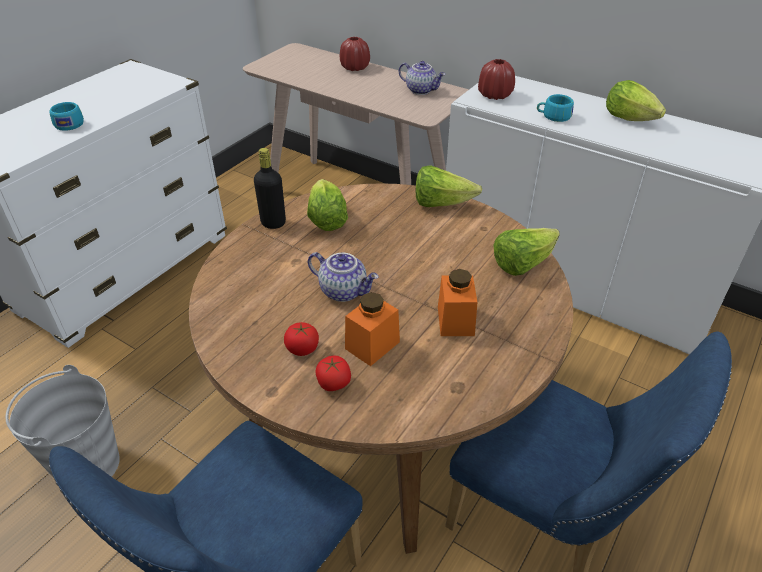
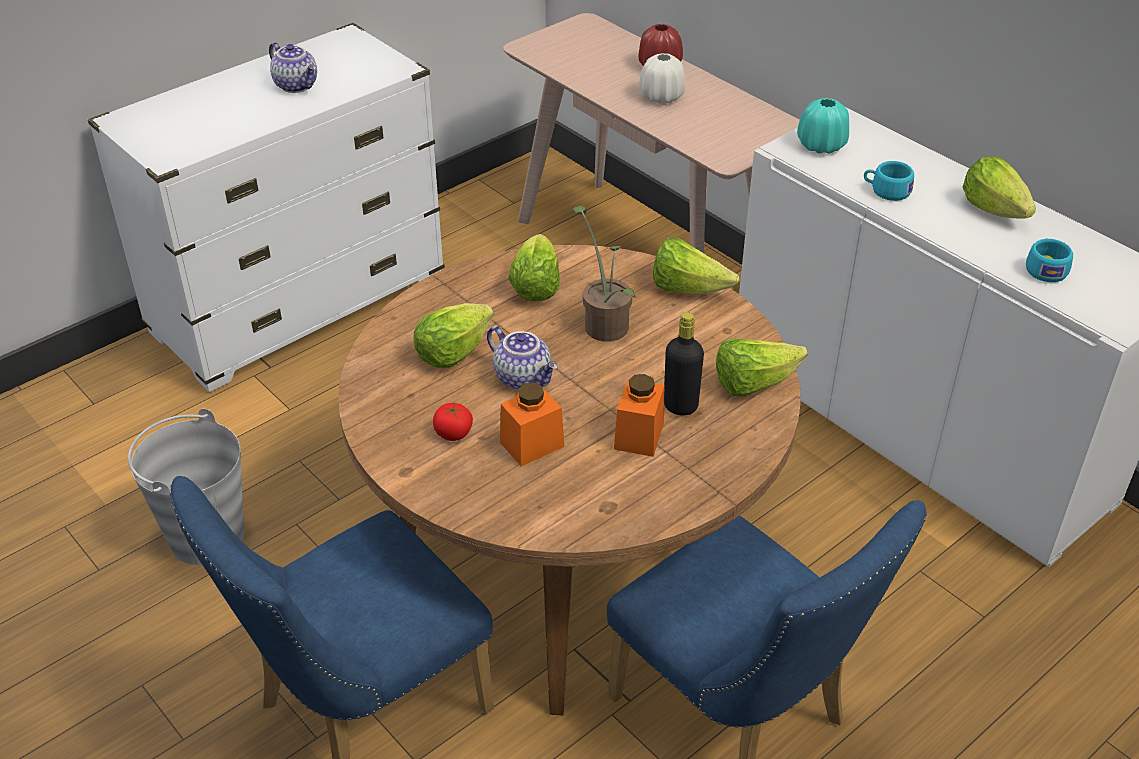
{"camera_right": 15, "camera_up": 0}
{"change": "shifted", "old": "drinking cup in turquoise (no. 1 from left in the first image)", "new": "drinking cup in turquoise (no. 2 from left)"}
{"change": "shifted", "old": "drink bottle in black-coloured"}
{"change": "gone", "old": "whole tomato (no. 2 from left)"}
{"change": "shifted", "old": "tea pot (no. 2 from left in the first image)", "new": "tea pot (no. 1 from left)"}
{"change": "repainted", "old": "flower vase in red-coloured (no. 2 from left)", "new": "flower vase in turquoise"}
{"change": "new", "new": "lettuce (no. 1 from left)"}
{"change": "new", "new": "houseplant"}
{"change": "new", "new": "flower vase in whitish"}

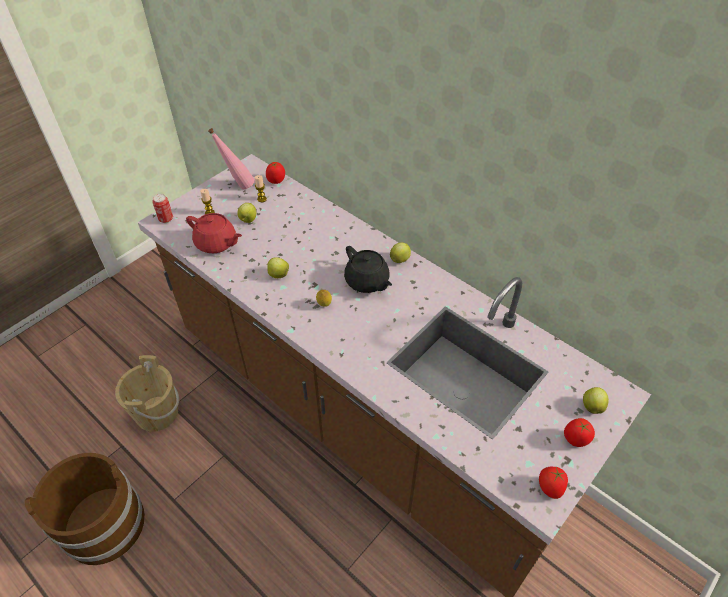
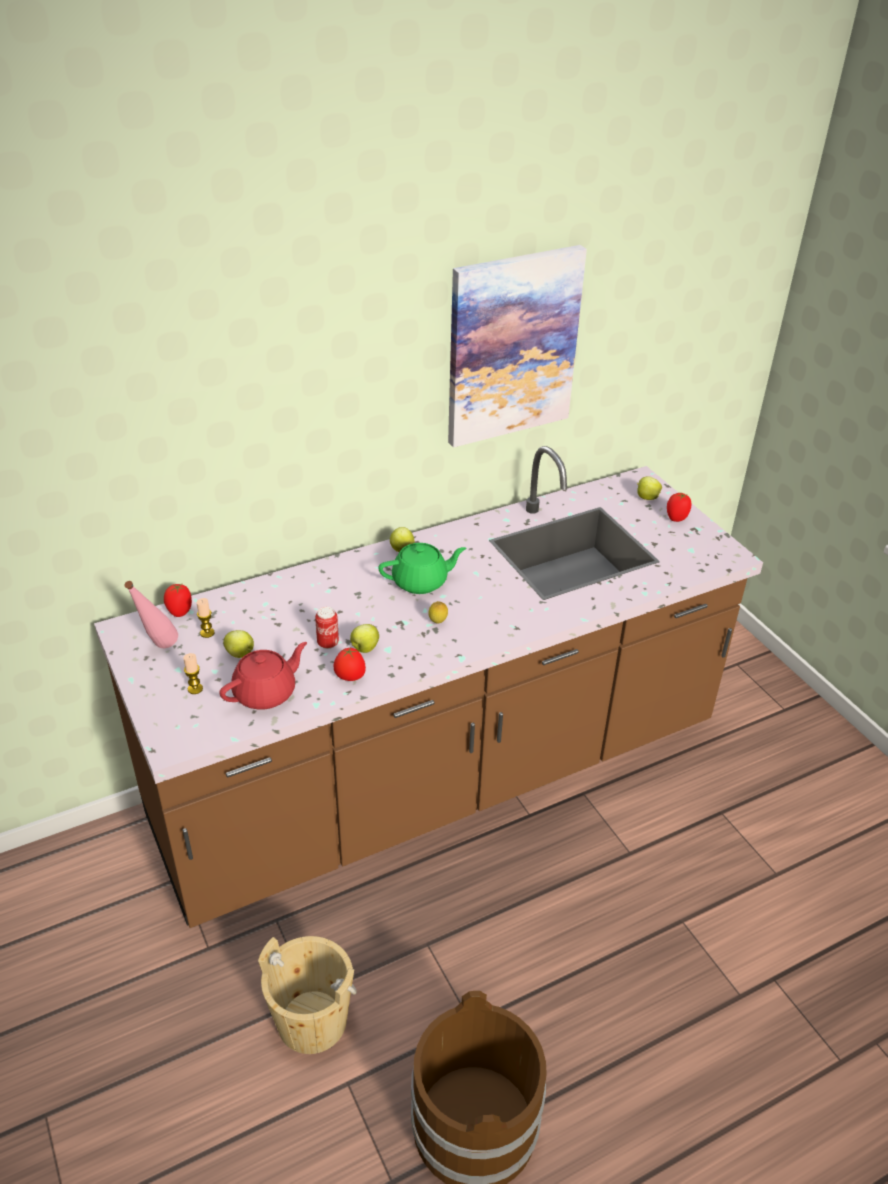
{"camera_right": -70, "camera_up": -10}
{"change": "shifted", "old": "metal can"}
{"change": "repainted", "old": "tea pot in black-coloured", "new": "tea pot in greenish"}
{"change": "shifted", "old": "whole tomato (no. 2 from left)"}
{"change": "new", "new": "wall picture"}

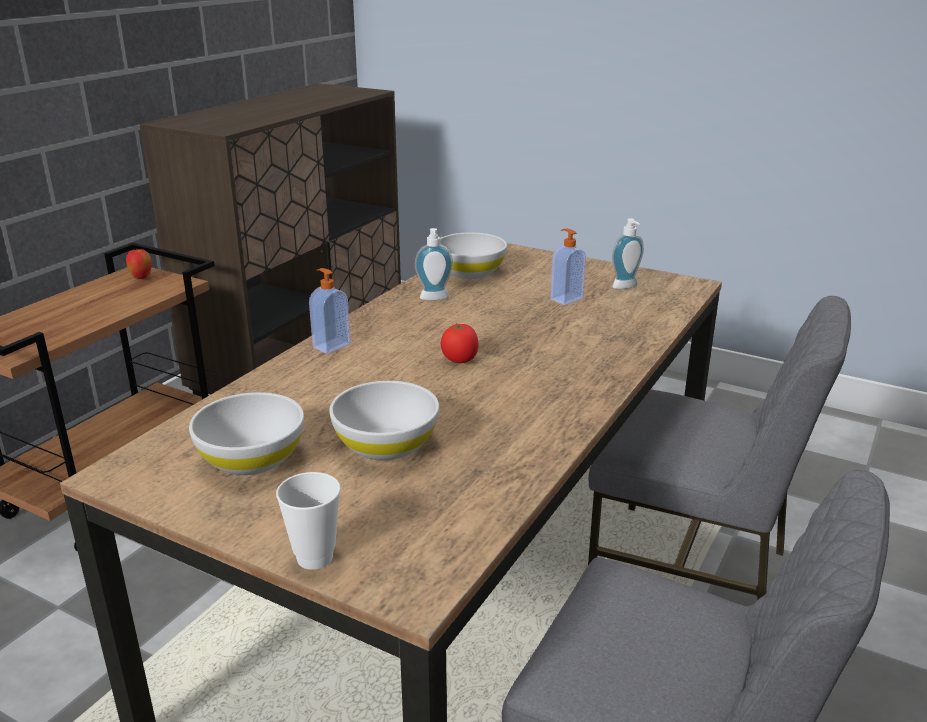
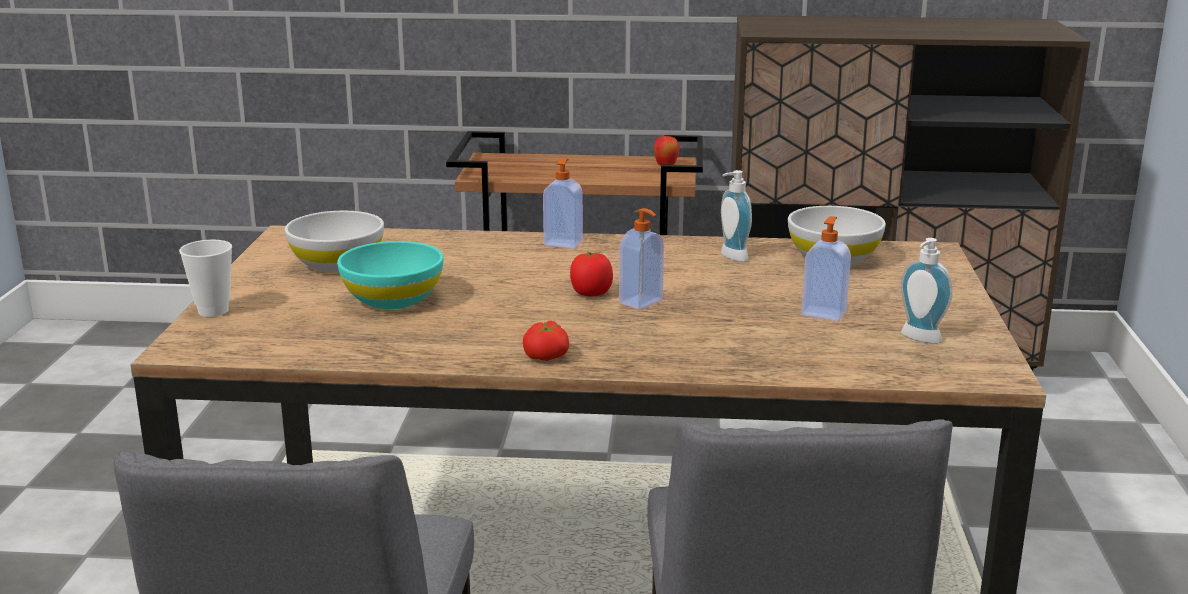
{"camera_right": 65, "camera_up": -5}
{"change": "repainted", "old": "bowl in whitish (no. 2 from left)", "new": "bowl in turquoise"}
{"change": "new", "new": "whole tomato (no. 1 from left)"}
{"change": "new", "new": "soap bottle (no. 2 from left)"}

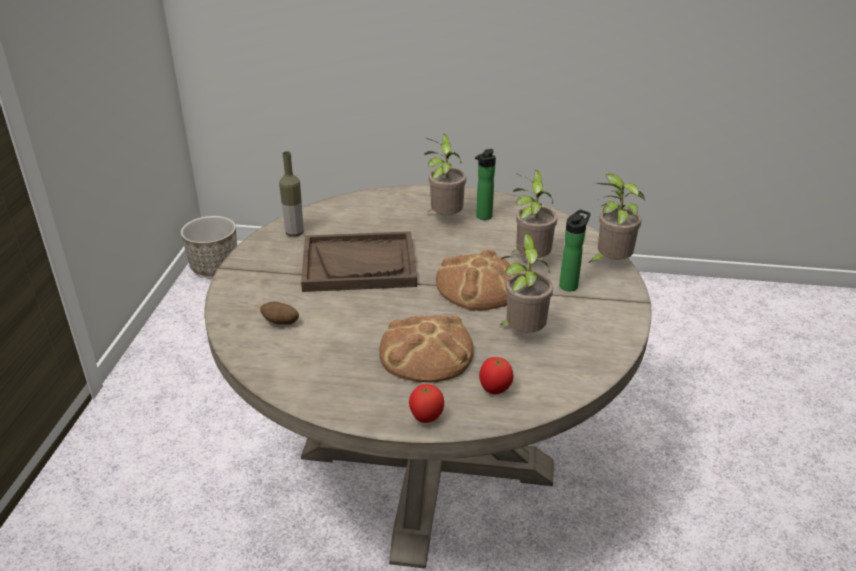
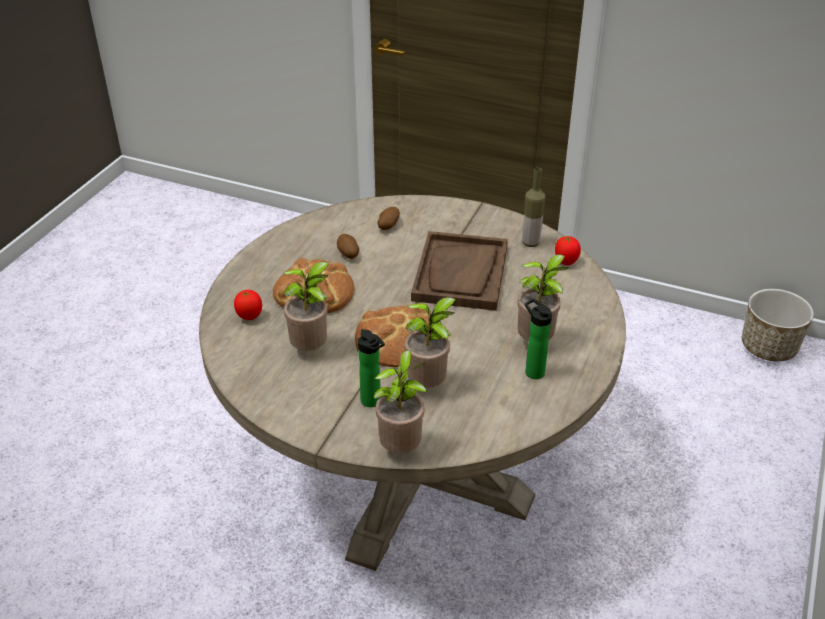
{"camera_right": 105, "camera_up": 5}
{"change": "shifted", "old": "whole tomato (no. 1 from left in the first image)", "new": "whole tomato (no. 2 from left)"}
{"change": "new", "new": "spud (no. 1 from left)"}

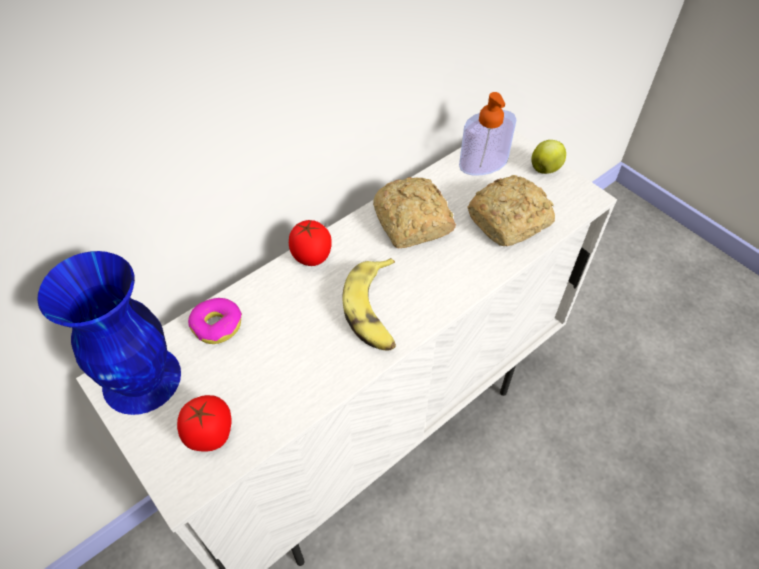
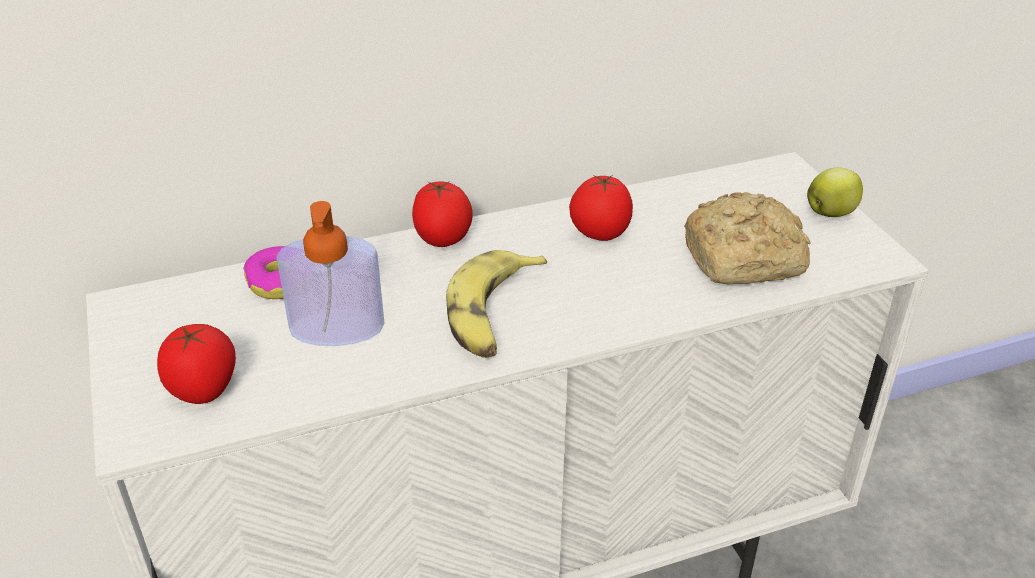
{"camera_right": 20, "camera_up": -15}
{"change": "gone", "old": "flower vase in bluish"}
{"change": "swapped", "old": "baked bread (no. 1 from left)", "new": "whole tomato (no. 3 from left)"}
{"change": "shifted", "old": "soap bottle"}

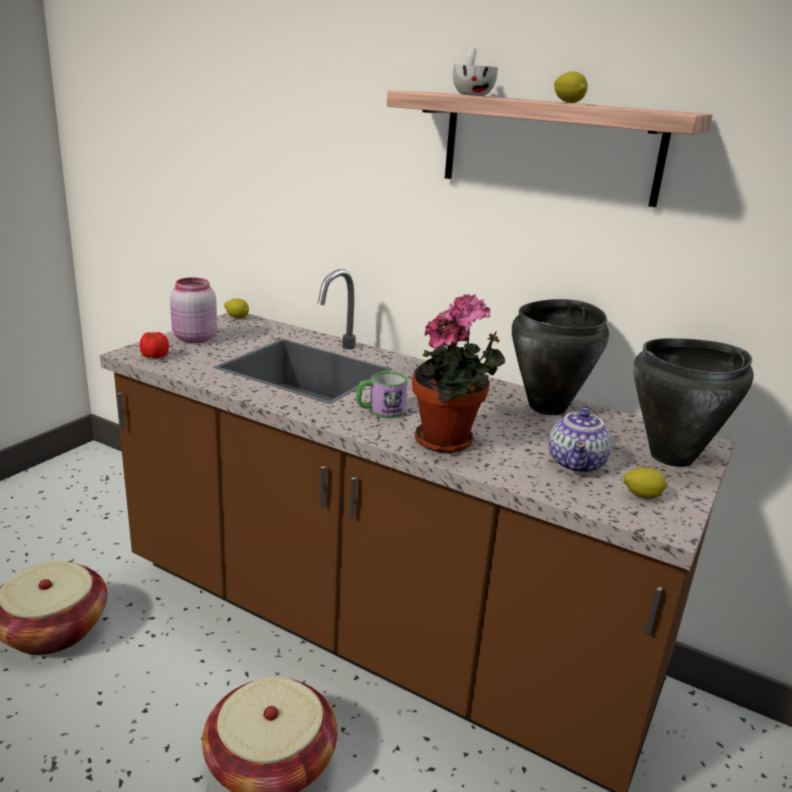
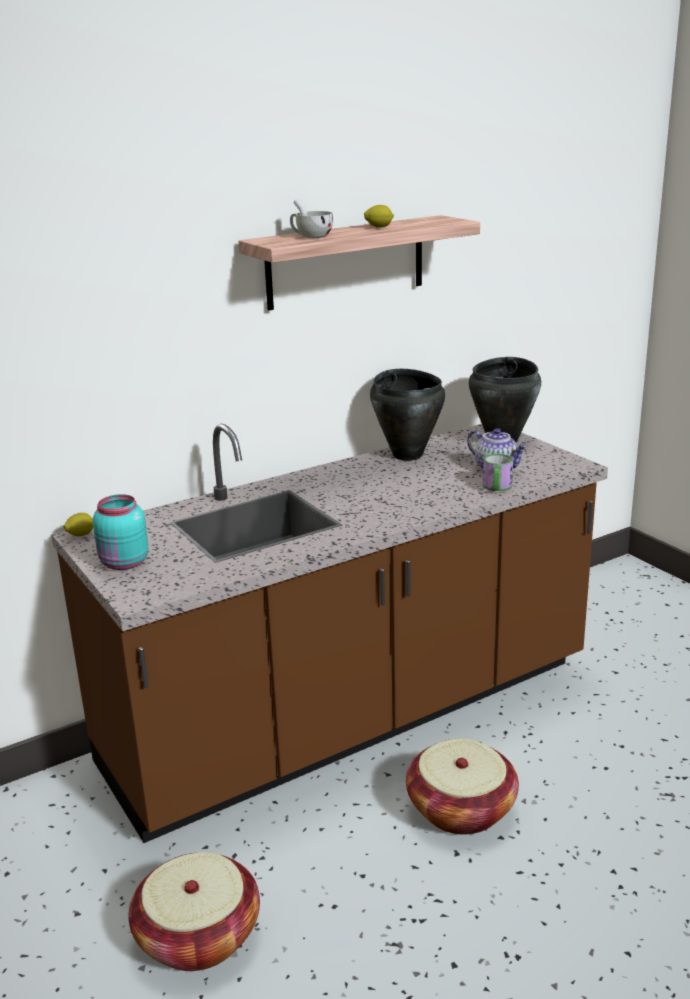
{"camera_right": -60, "camera_up": 0}
{"change": "gone", "old": "whole tomato"}
{"change": "repainted", "old": "storage jar in pinkish", "new": "storage jar in turquoise"}
{"change": "shifted", "old": "mug"}
{"change": "gone", "old": "houseplant"}
{"change": "gone", "old": "lemon (no. 3 from left)"}

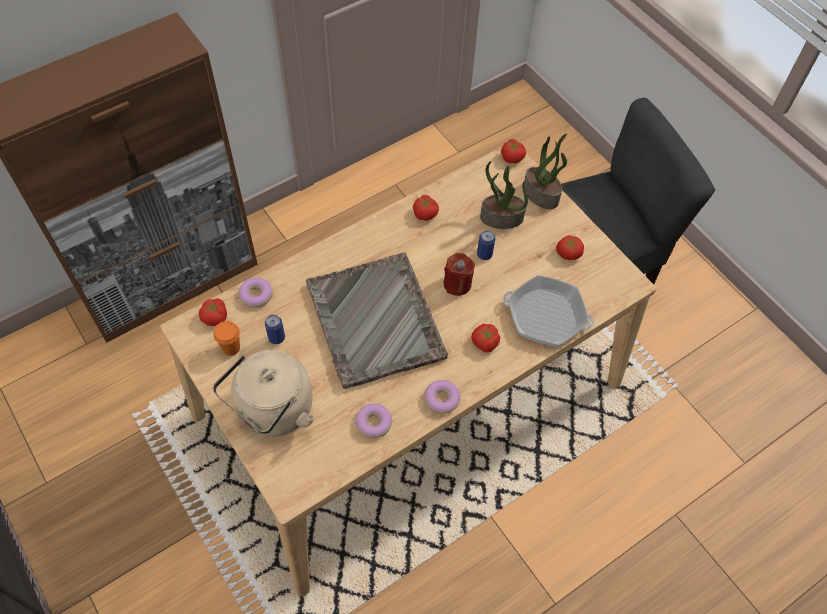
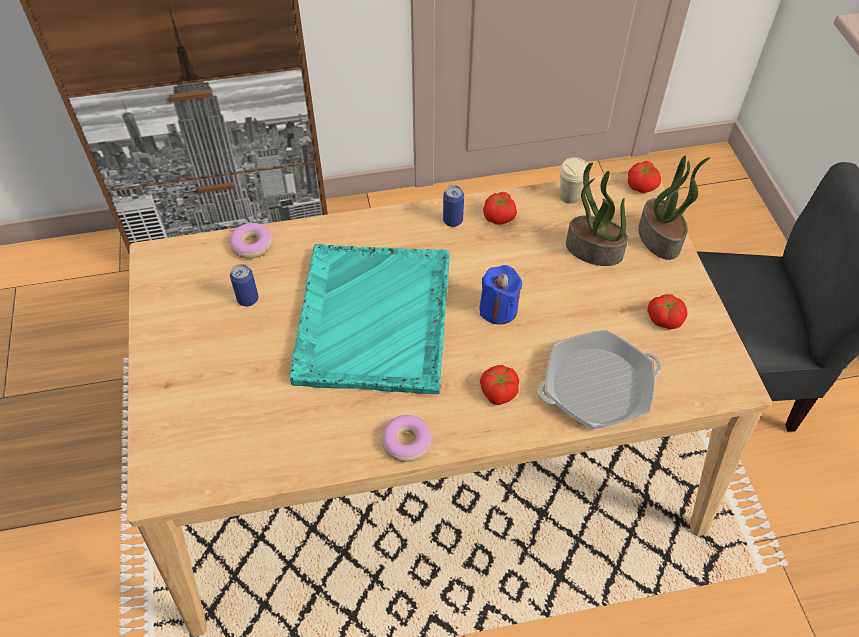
{"camera_right": 25, "camera_up": -5}
{"change": "gone", "old": "whole tomato (no. 1 from left)"}
{"change": "gone", "old": "drinking cup in orange-coloured"}
{"change": "gone", "old": "kettle in sand-coloured"}
{"change": "repainted", "old": "serving tray in greyish", "new": "serving tray in turquoise"}
{"change": "gone", "old": "doughnut (no. 2 from left)"}
{"change": "repainted", "old": "wax candle in red-coloured", "new": "wax candle in bluish"}
{"change": "shifted", "old": "metal can (no. 2 from left)"}
{"change": "rotated", "old": "frying pan", "degrees": 120}
{"change": "new", "new": "drinking cup in sand-coloured"}

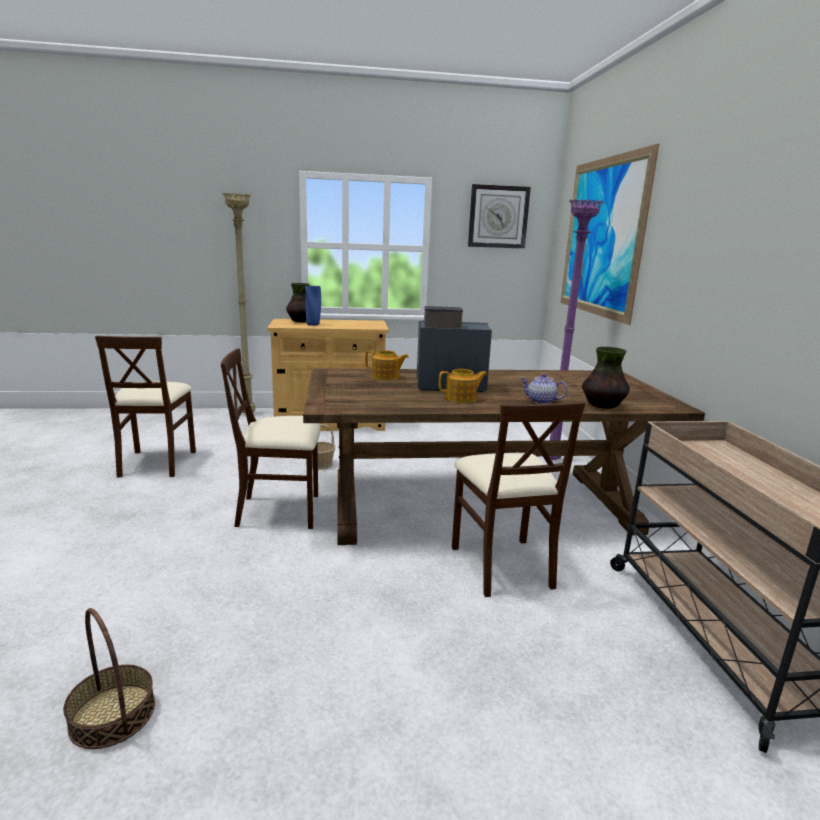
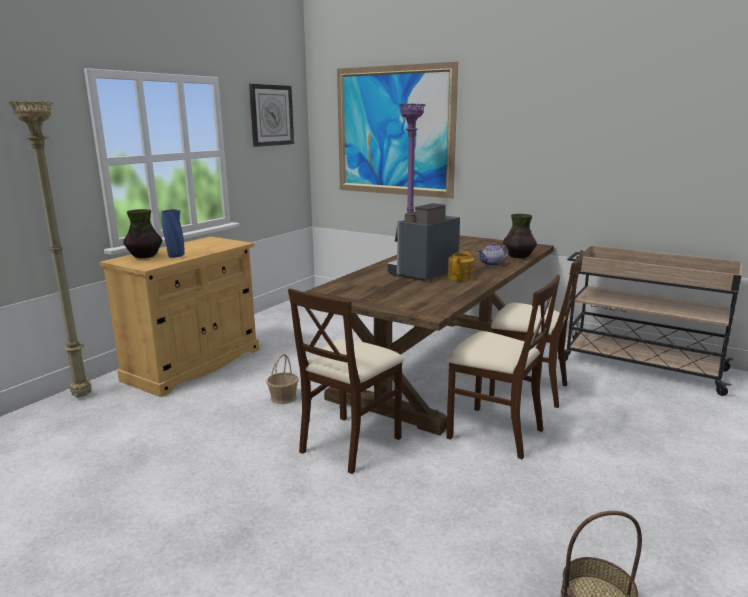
{"camera_right": -50, "camera_up": 0}
{"change": "shifted", "old": "upright chair in sand-coloured (no. 1 from left in the first image)", "new": "upright chair in sand-coloured (no. 2 from left)"}
{"change": "gone", "old": "tea pot (no. 1 from left)"}

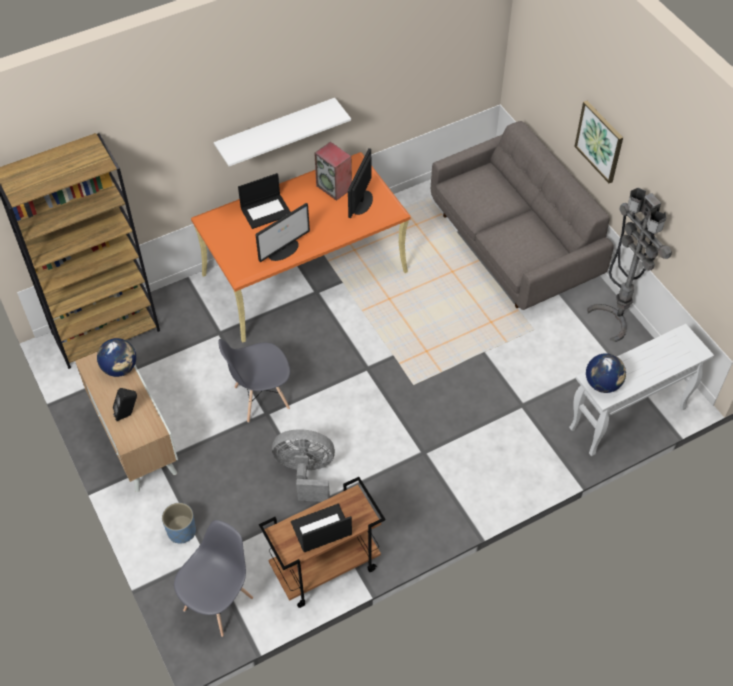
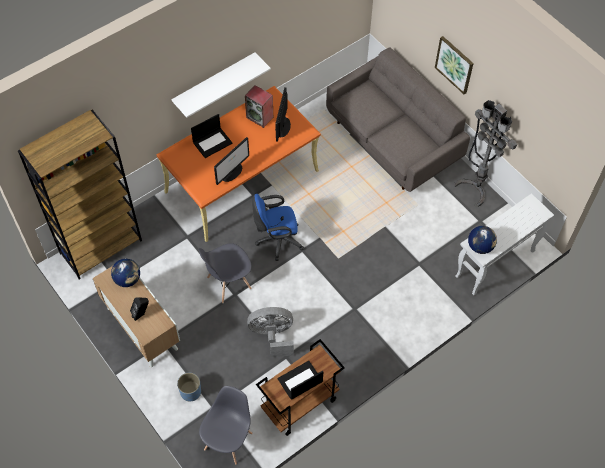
{"camera_right": -10, "camera_up": 5}
{"change": "new", "new": "desk chair in bluish"}

